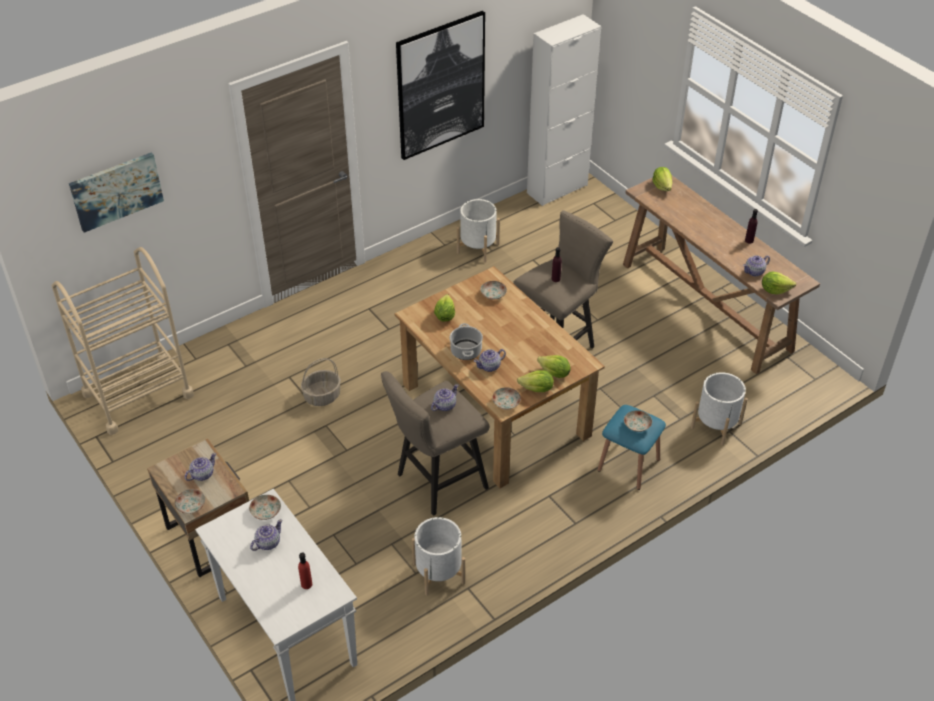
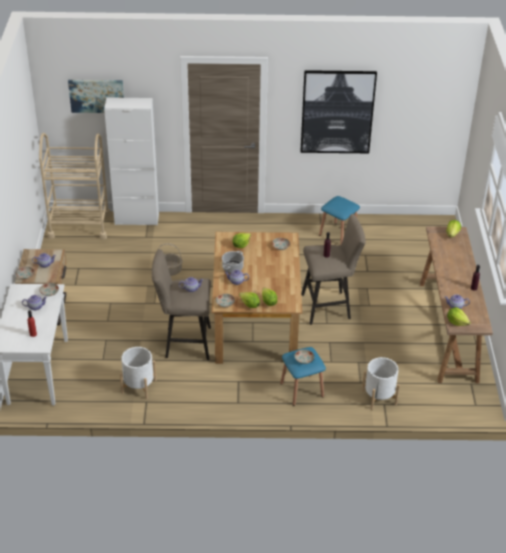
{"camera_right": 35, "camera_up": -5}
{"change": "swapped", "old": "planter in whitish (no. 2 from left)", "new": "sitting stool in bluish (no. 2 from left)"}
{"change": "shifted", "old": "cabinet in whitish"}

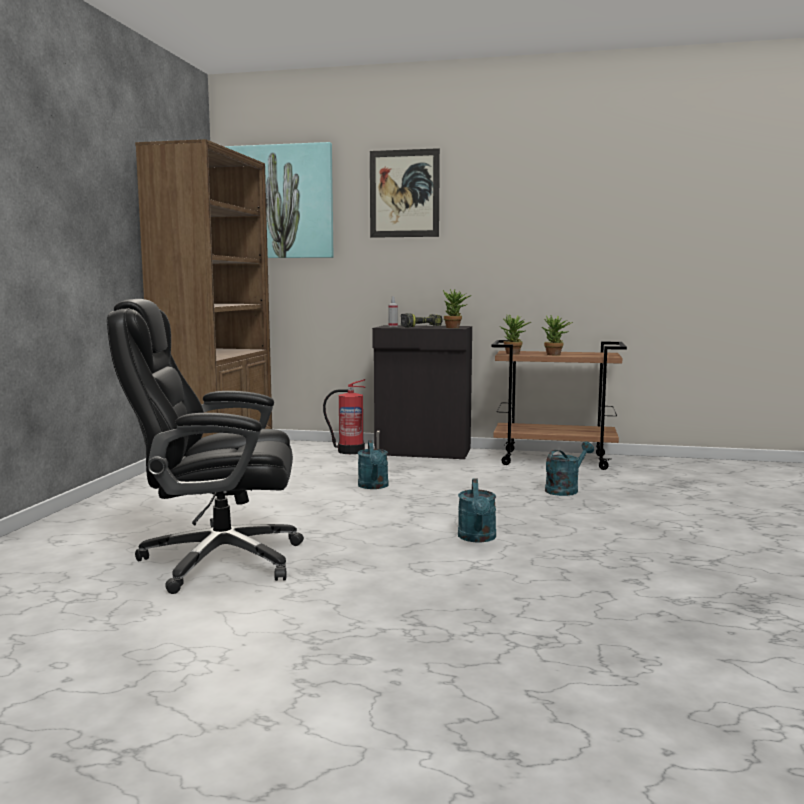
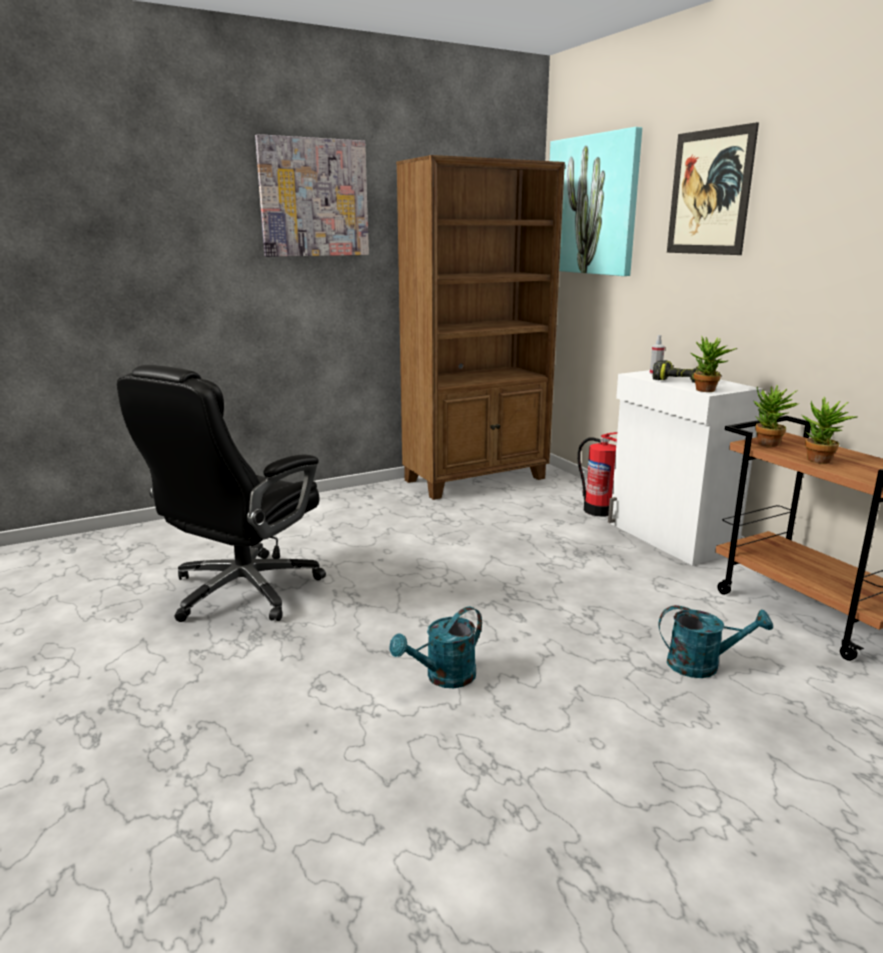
{"camera_right": 50, "camera_up": 10}
{"change": "rotated", "old": "desk chair in black-coloured", "degrees": -105}
{"change": "gone", "old": "watering pot in turquoise (no. 1 from left)"}
{"change": "repainted", "old": "cabinet in black-coloured", "new": "cabinet in whitish"}
{"change": "new", "new": "wall picture (no. 1 from left)"}

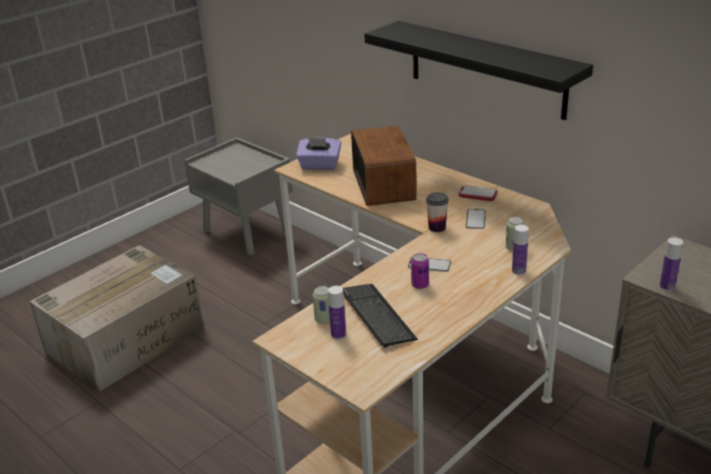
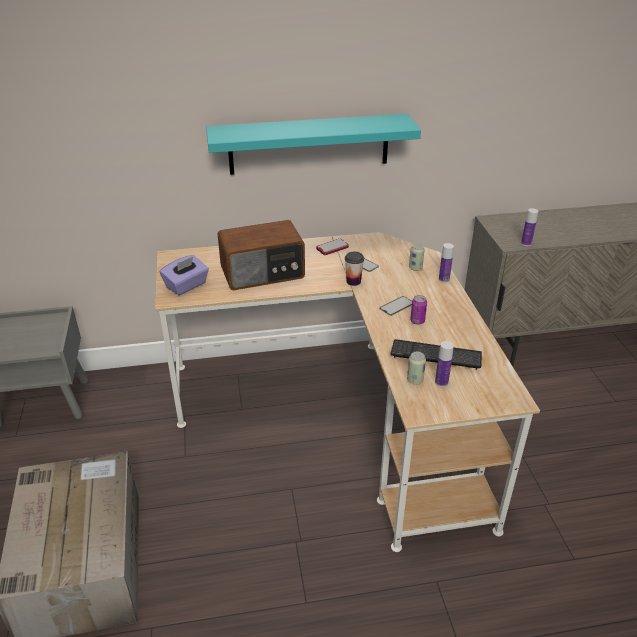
{"camera_right": -55, "camera_up": 5}
{"change": "rotated", "old": "radio", "degrees": 135}
{"change": "repainted", "old": "bracket shelf in black-coloured", "new": "bracket shelf in turquoise"}

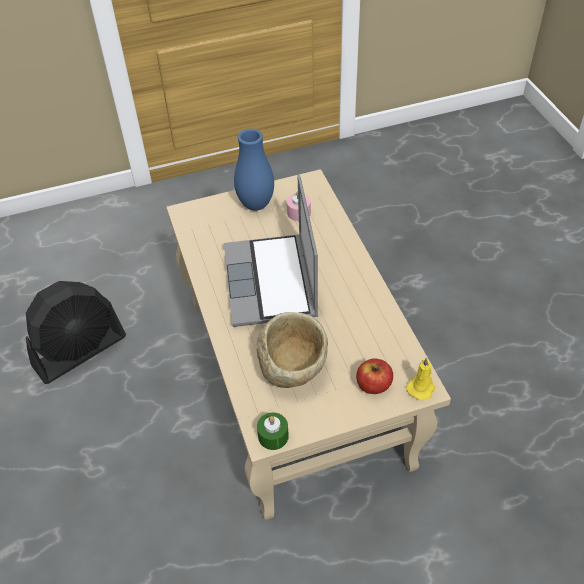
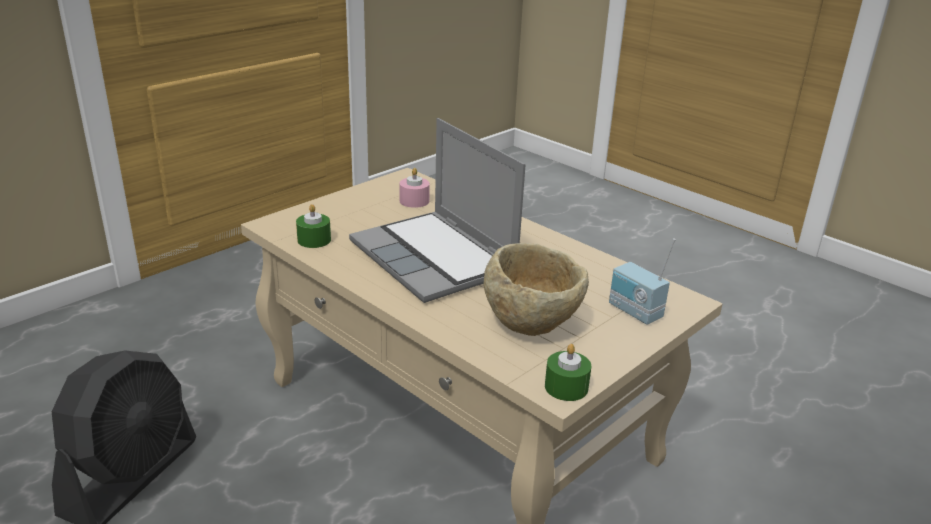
{"camera_right": -30, "camera_up": -20}
{"change": "gone", "old": "flower vase in bluish"}
{"change": "swapped", "old": "whole apple", "new": "radio"}
{"change": "gone", "old": "wax candle in yellowish"}
{"change": "new", "new": "wax candle in greenish (no. 1 from left)"}

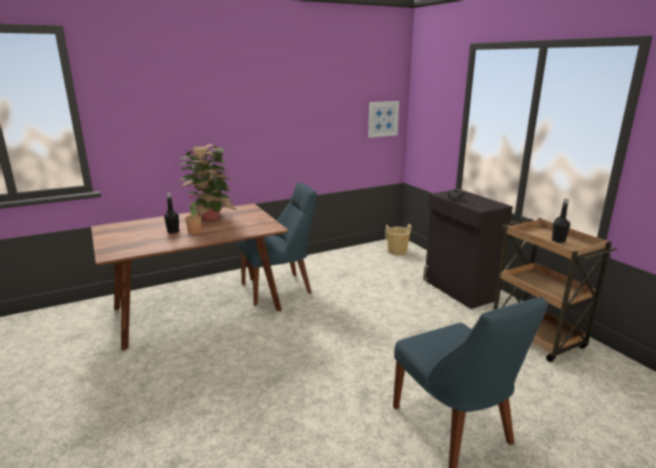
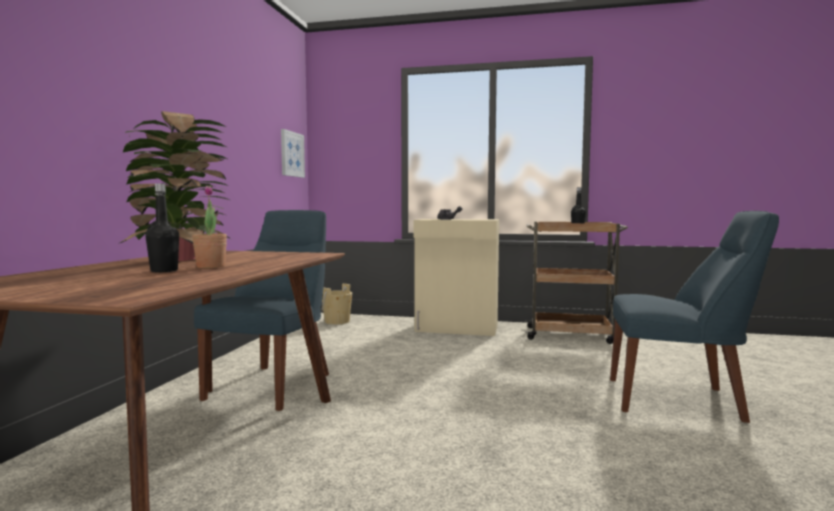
{"camera_right": -50, "camera_up": -15}
{"change": "repainted", "old": "cabinet in black-coloured", "new": "cabinet in sand-coloured"}

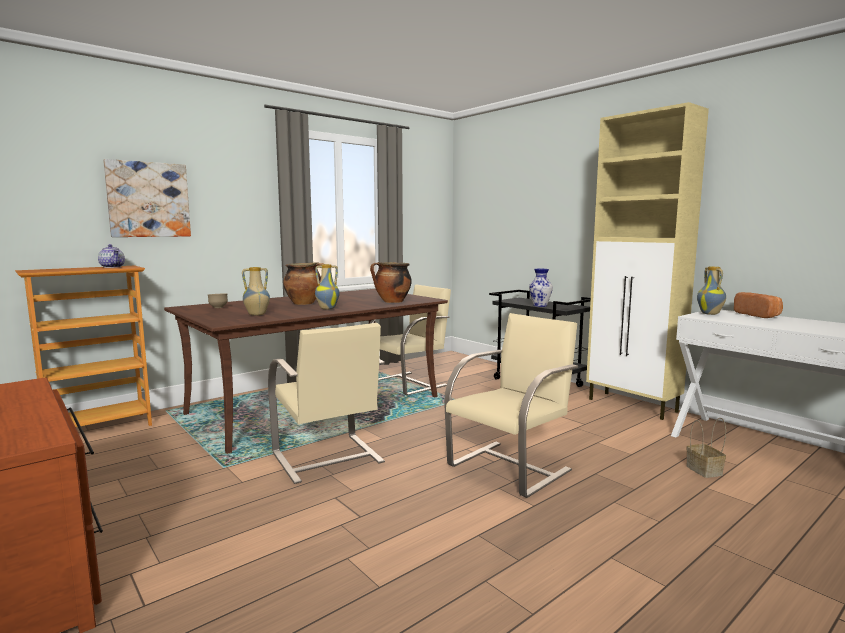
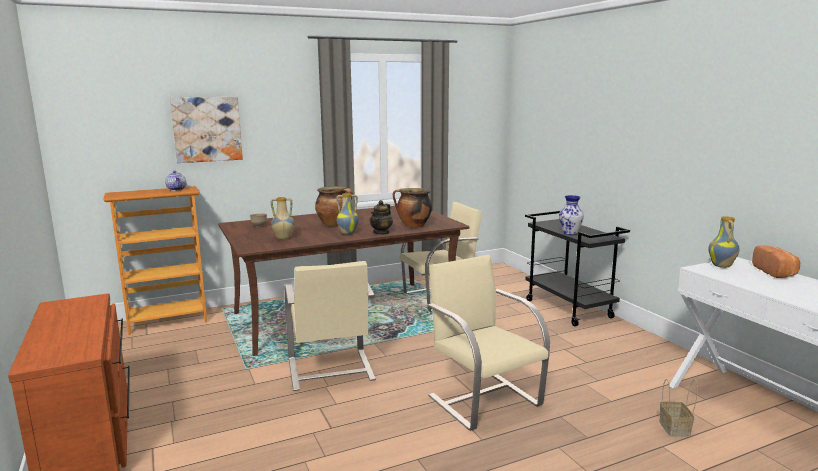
{"camera_right": 15, "camera_up": 5}
{"change": "rotated", "old": "upright chair in sand-coloured (no. 3 from left)", "degrees": -90}
{"change": "gone", "old": "cabinet in sand-coloured"}
{"change": "new", "new": "tea pot (no. 2 from left)"}

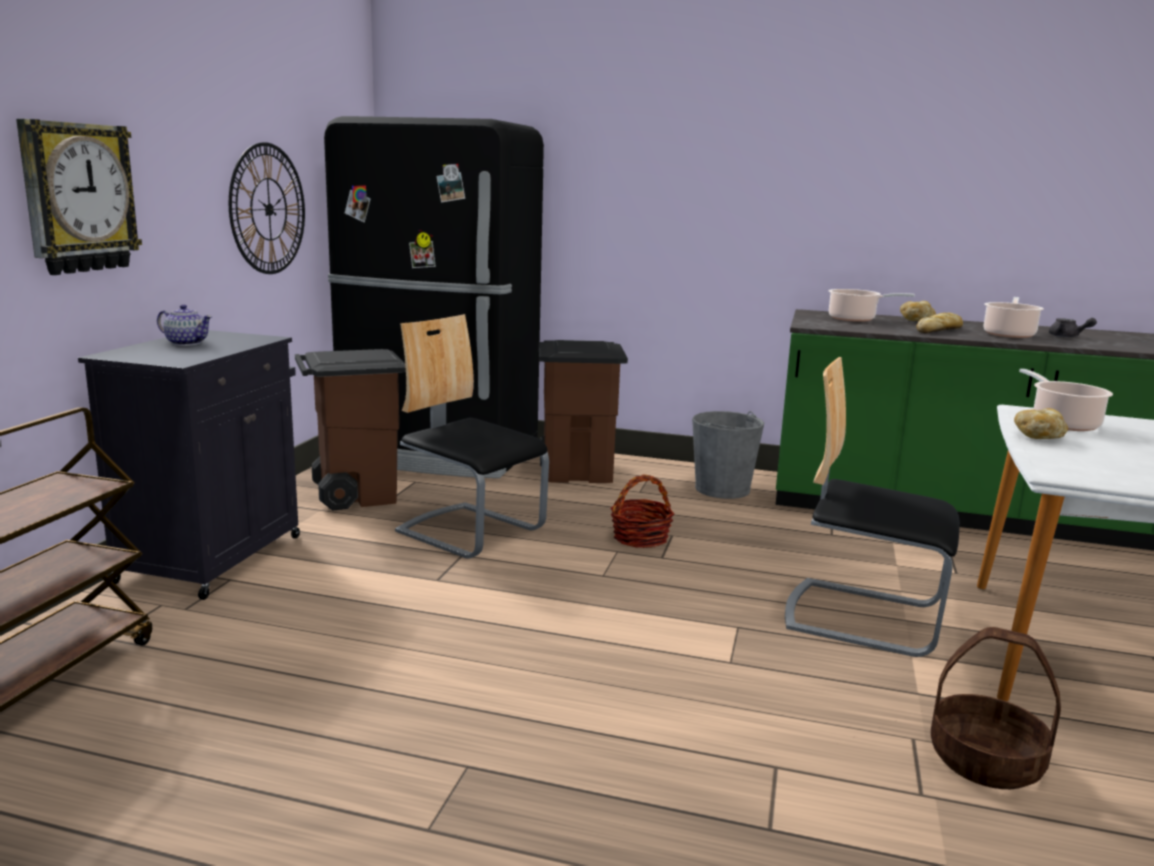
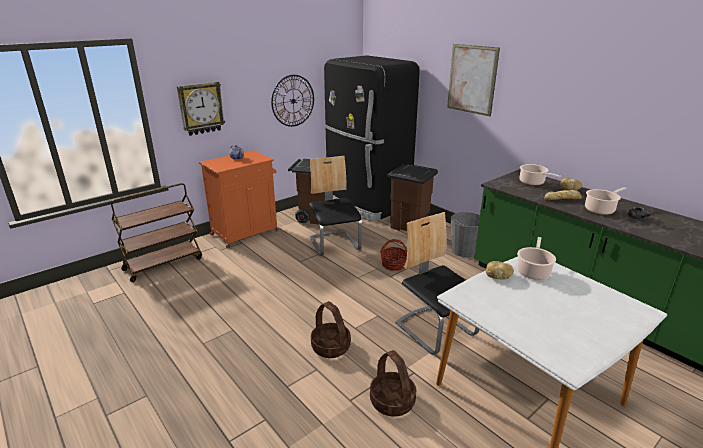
{"camera_right": 35, "camera_up": 10}
{"change": "repainted", "old": "cabinet in black-coloured", "new": "cabinet in orange-coloured"}
{"change": "new", "new": "household basket (no. 1 from left)"}
{"change": "new", "new": "wall picture"}

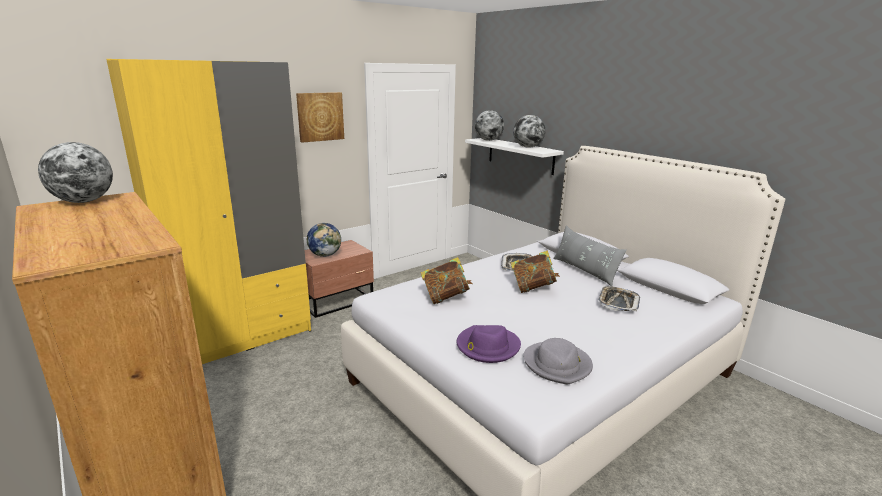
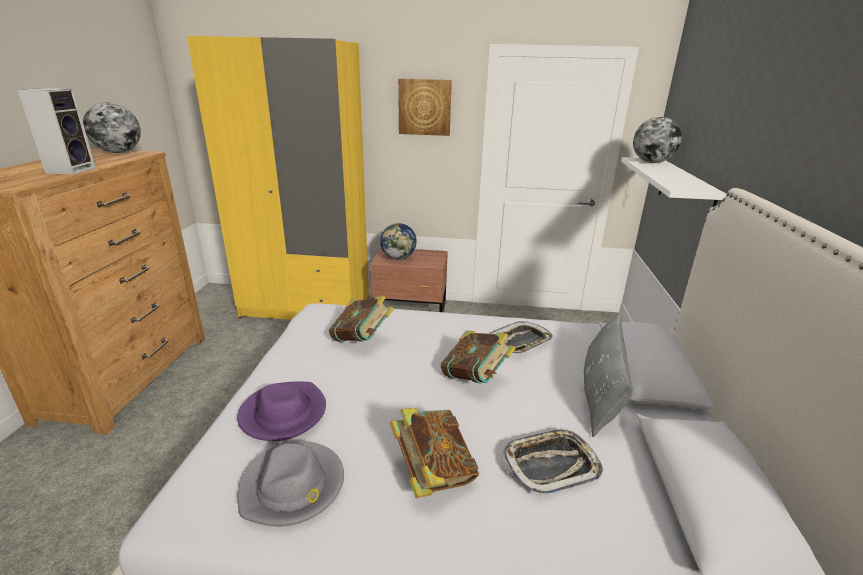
{"camera_right": 45, "camera_up": 5}
{"change": "gone", "old": "world globe (no. 4 from left)"}
{"change": "new", "new": "loudspeaker"}
{"change": "new", "new": "volume (no. 2 from left)"}

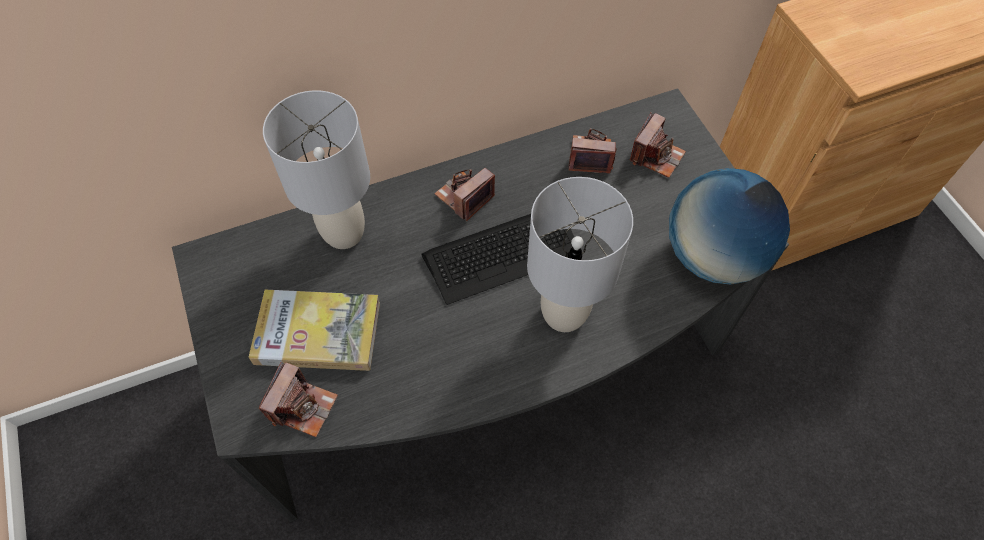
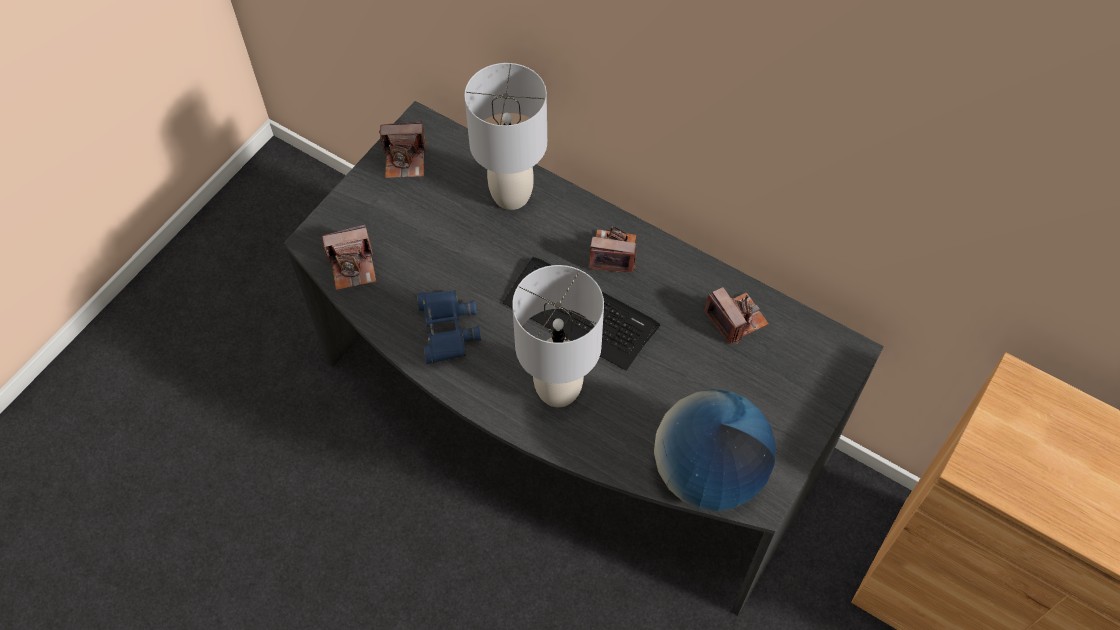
{"camera_right": 55, "camera_up": 0}
{"change": "gone", "old": "volume"}
{"change": "shifted", "old": "still camera (no. 4 from left in the first image)", "new": "still camera (no. 2 from left)"}
{"change": "new", "new": "field glasses in bluish"}

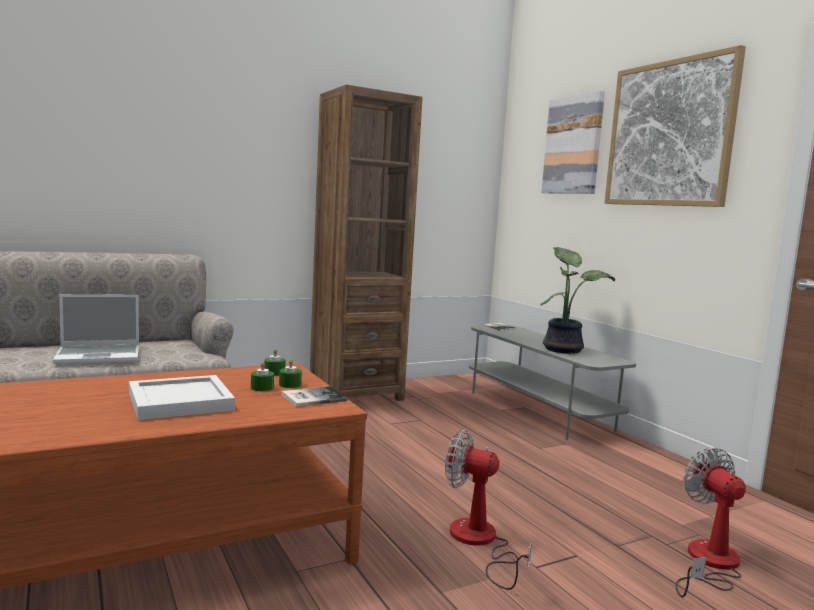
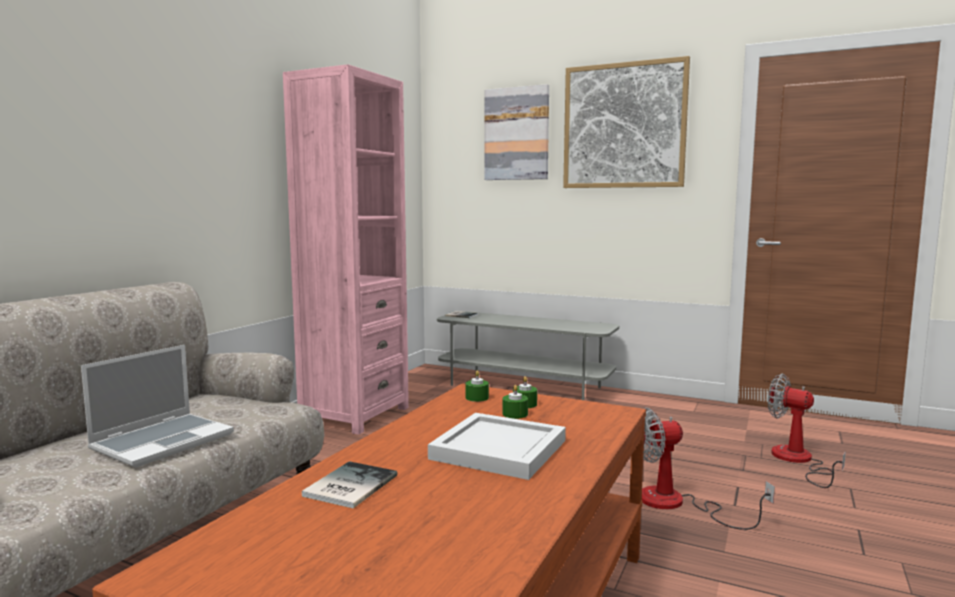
{"camera_right": -35, "camera_up": 0}
{"change": "shifted", "old": "volume (no. 1 from left)"}
{"change": "repainted", "old": "shelving unit in brown", "new": "shelving unit in pinkish"}
{"change": "gone", "old": "houseplant"}

